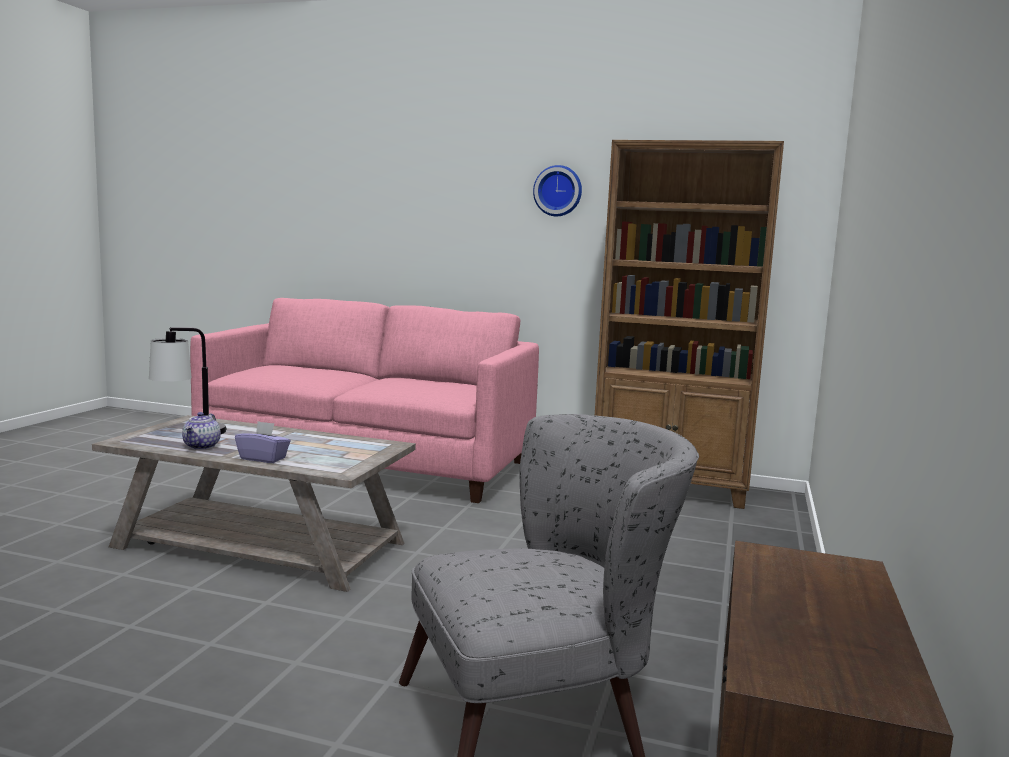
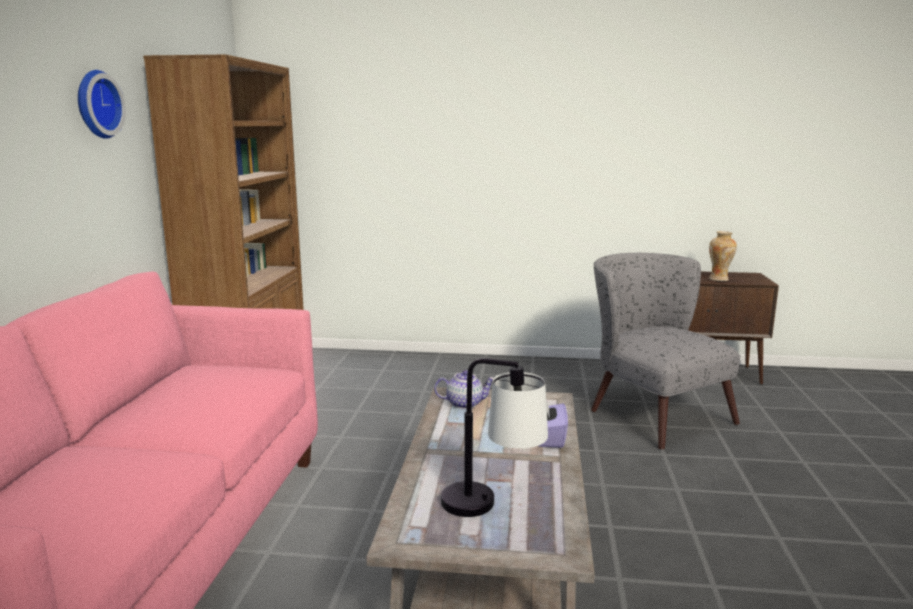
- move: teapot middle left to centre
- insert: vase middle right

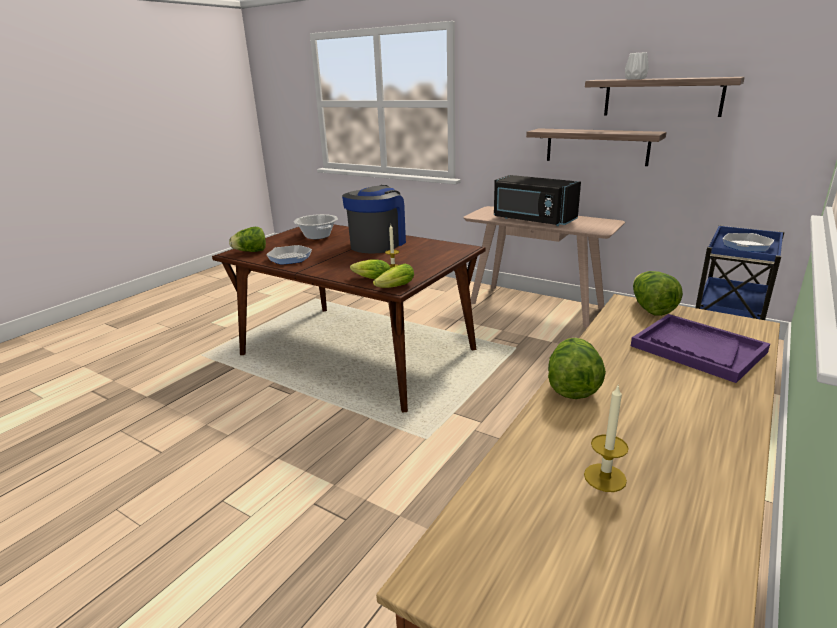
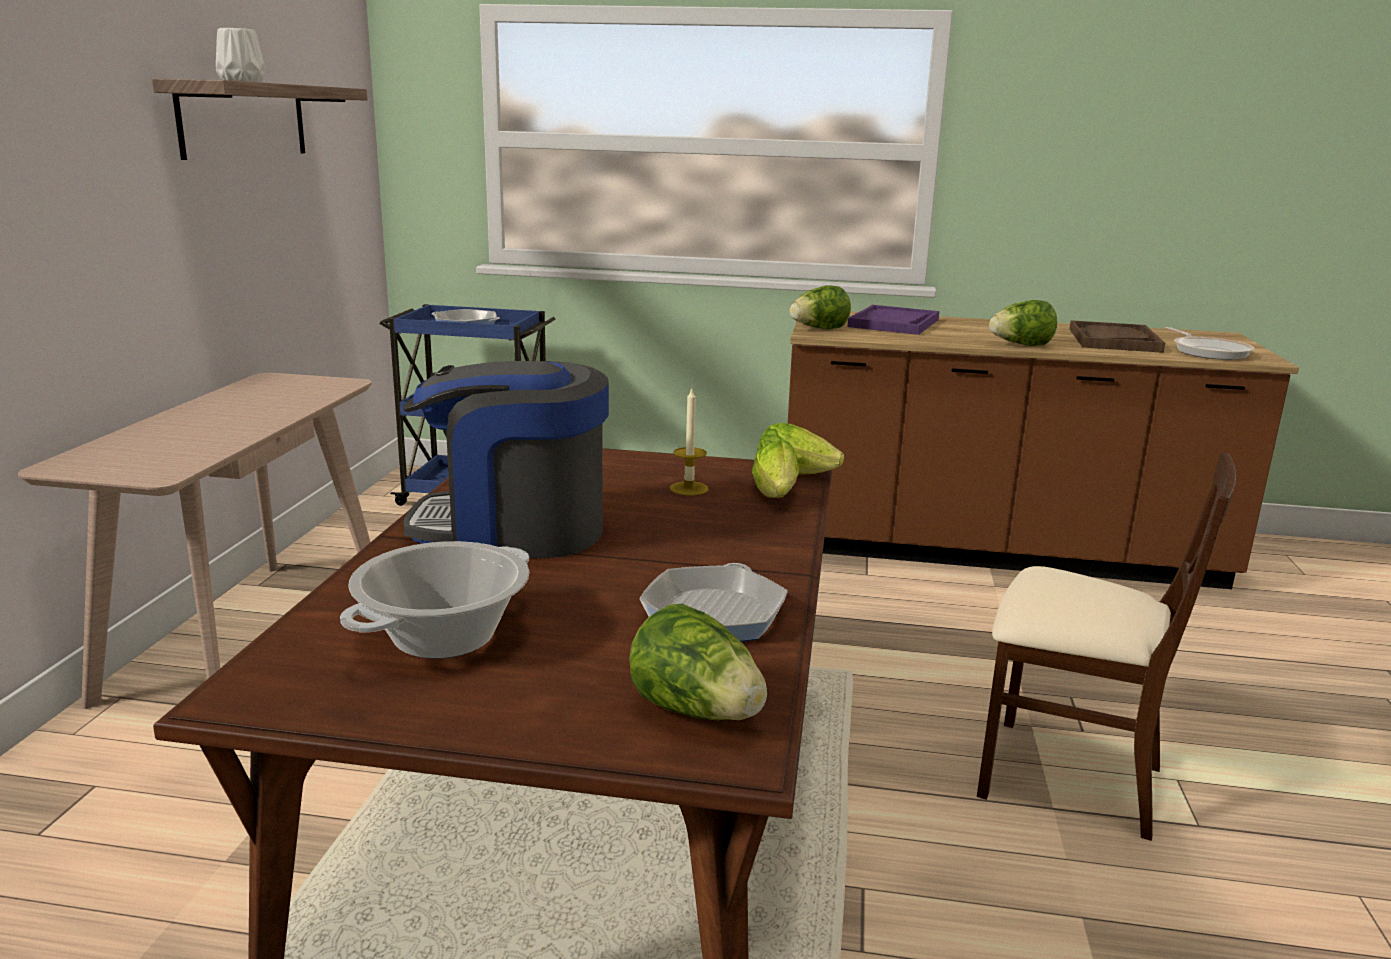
- delete: black microwave oven top centre
- delete: wall shelf (1st from left) top right
- replace: wax light (2nd from left) bottom right to brownish tray middle right
- insert: beige-coloured chair bottom right
- insert: pan (3rd from left) middle right

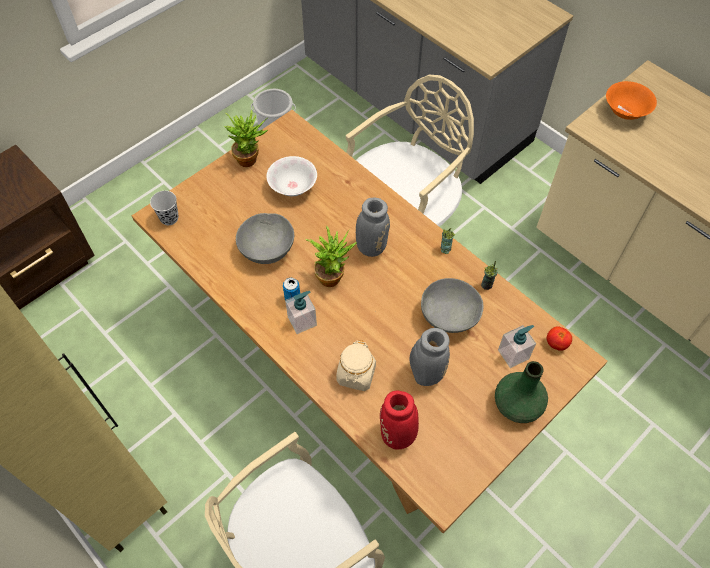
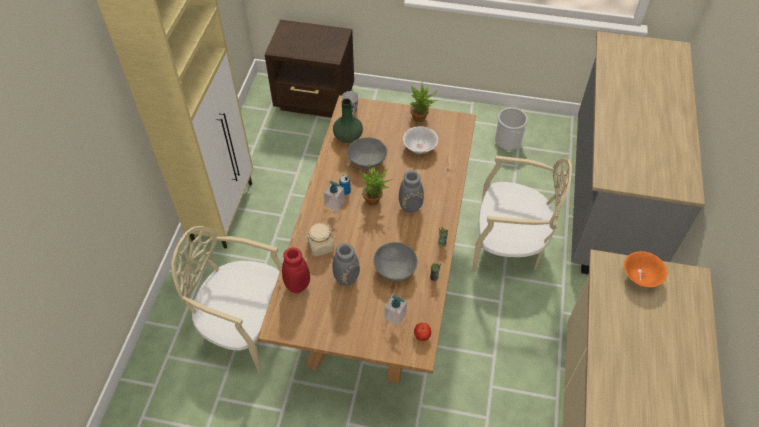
- move: green vase bottom right to top centre

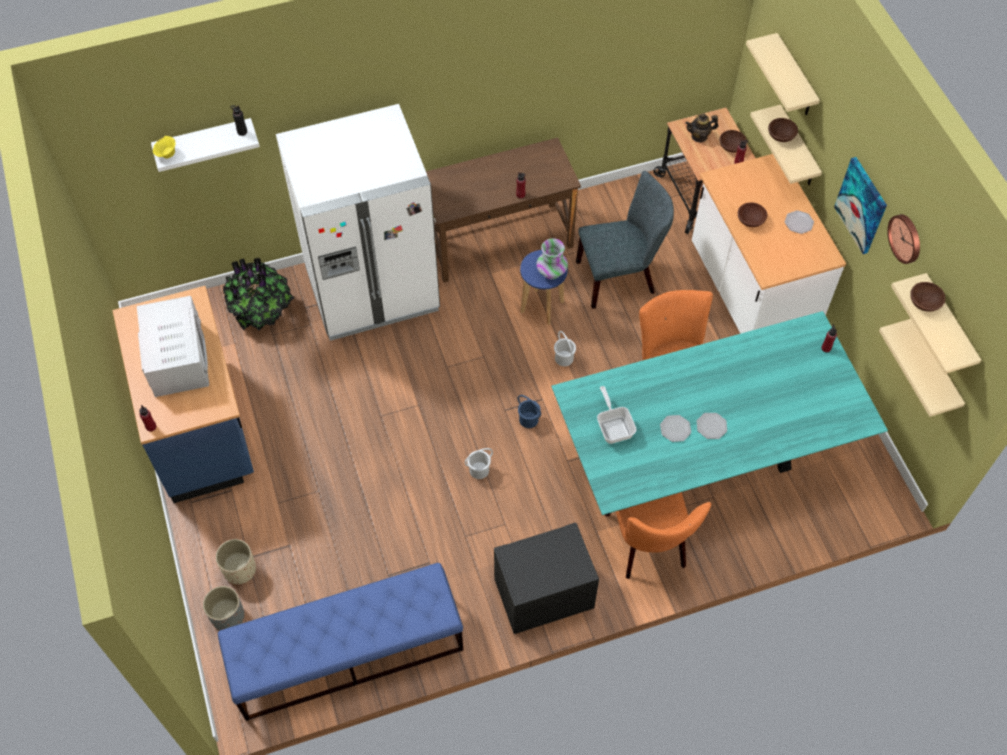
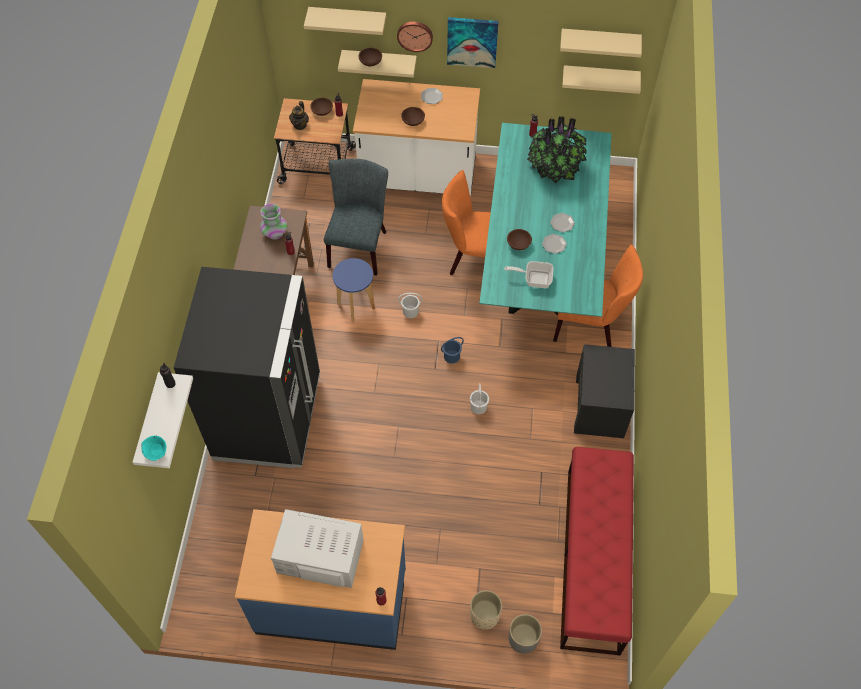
- recolor: yellow-coloured deep dish top left to turquoise-coloured deep dish middle left
- recolor: bluish indoor bench bottom centre to reddish indoor bench bottom right
- move: potted plant middle left to top centre
- recolor: white-coloured fridge top centre to black fridge middle left
- move: vase centre to top left
- move: wall clock top right to top centre
- move: brownish deep dish (4th from left) middle right to centre

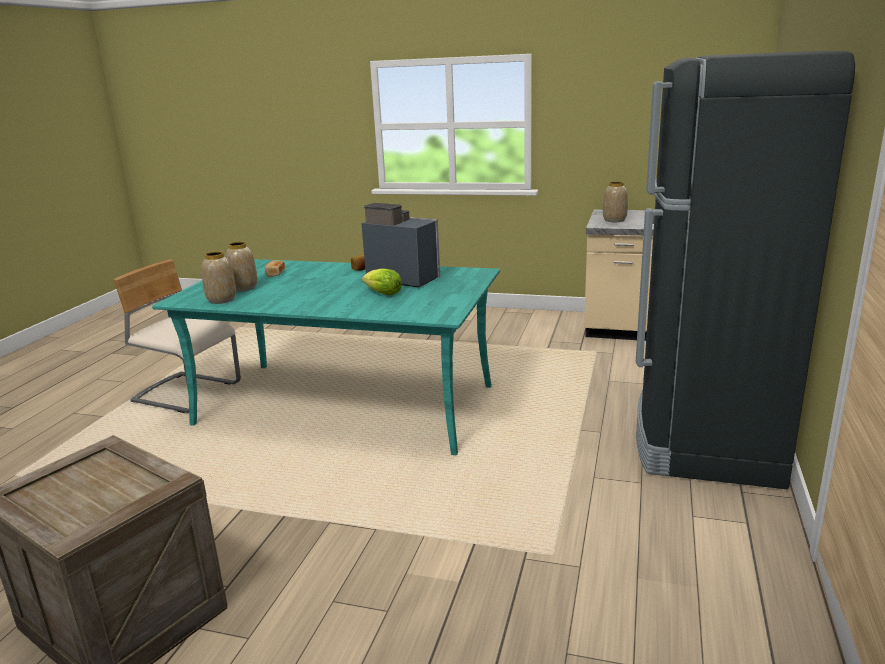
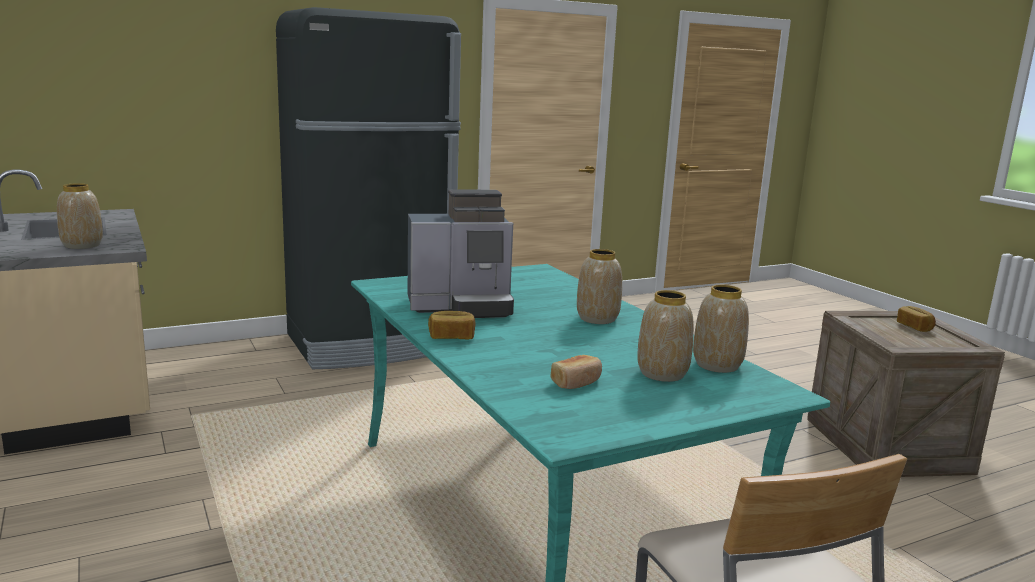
- rotate: coffee brewer centre = centre 90 degrees counterclockwise
- delete: lettuce head centre
- insert: vase (2nd from left) centre
- insert: bread (3rd from left) middle right

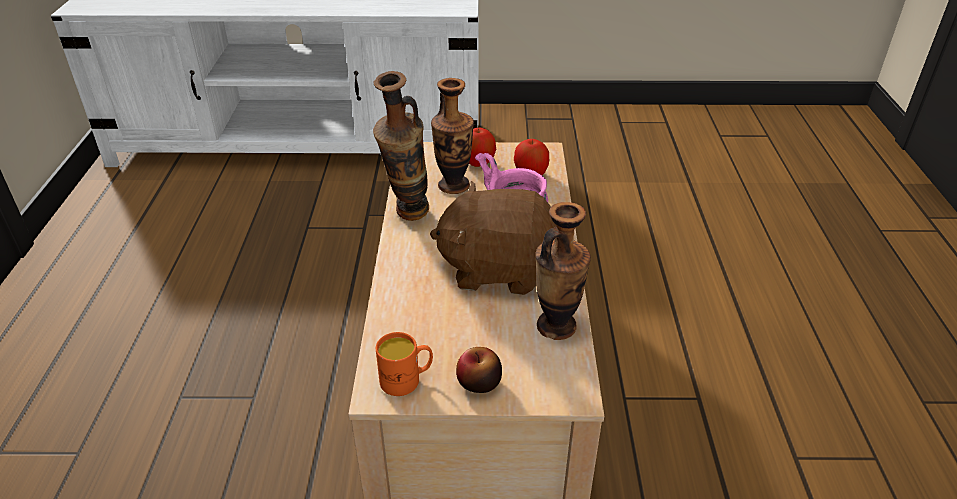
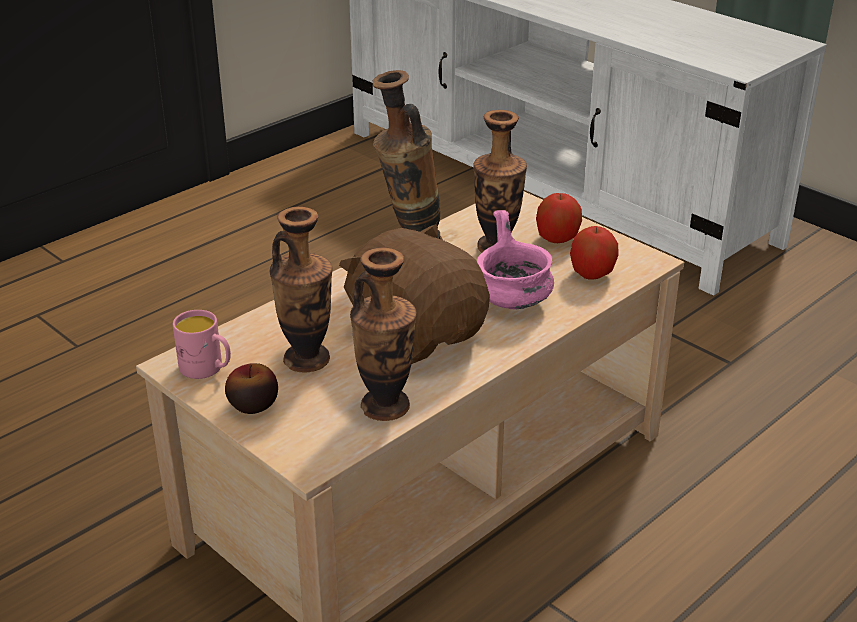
- recolor: orangey tea mug bottom centre to pinkish tea mug middle left
- insert: vase (1st from left) centre

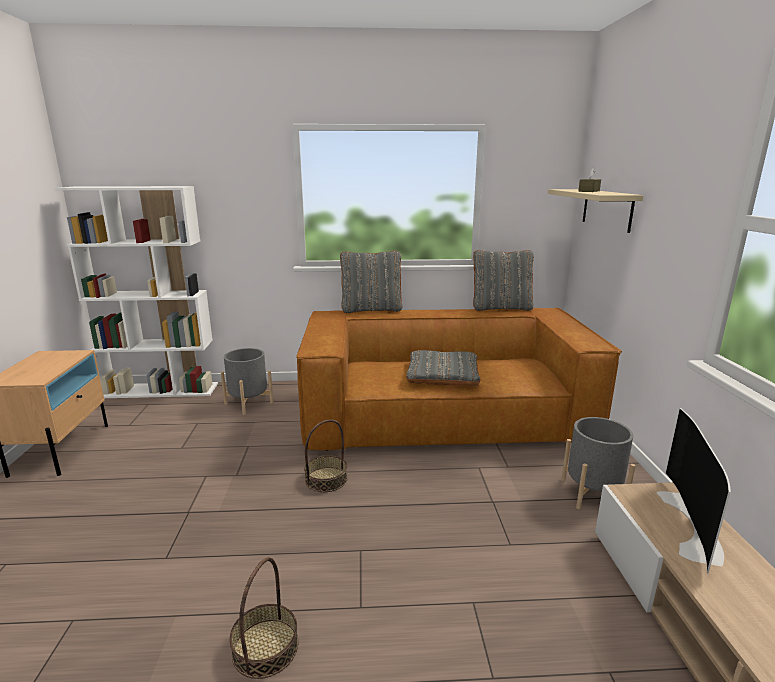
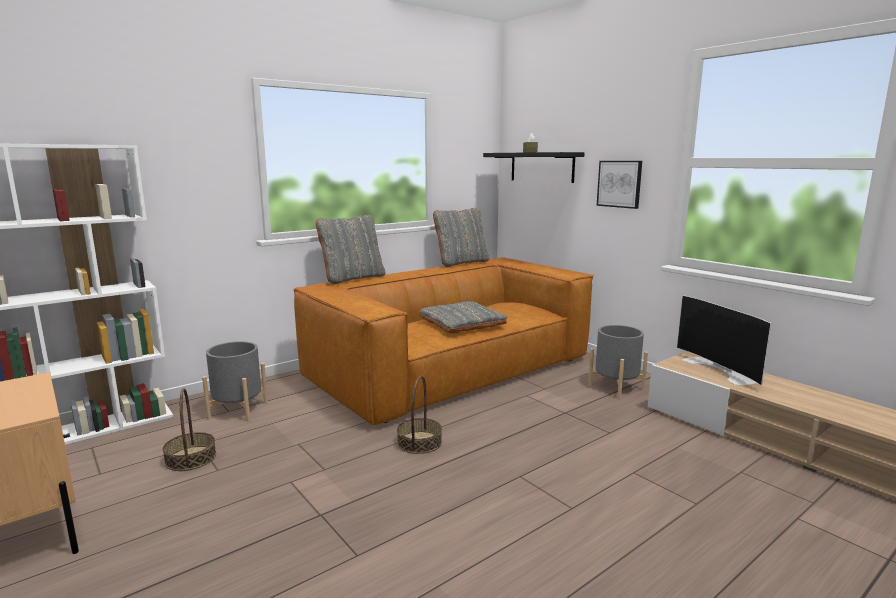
- move: basket (1st from left) bottom centre to bottom left
- recolor: beige-coloured wall shelf top right to black wall shelf top centre
- insert: wall picture top right

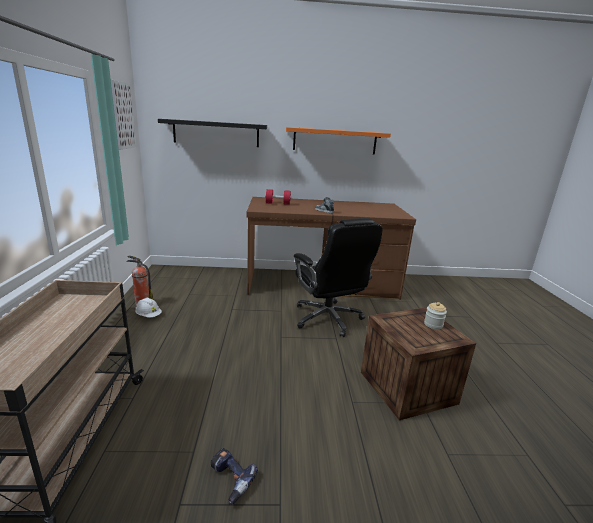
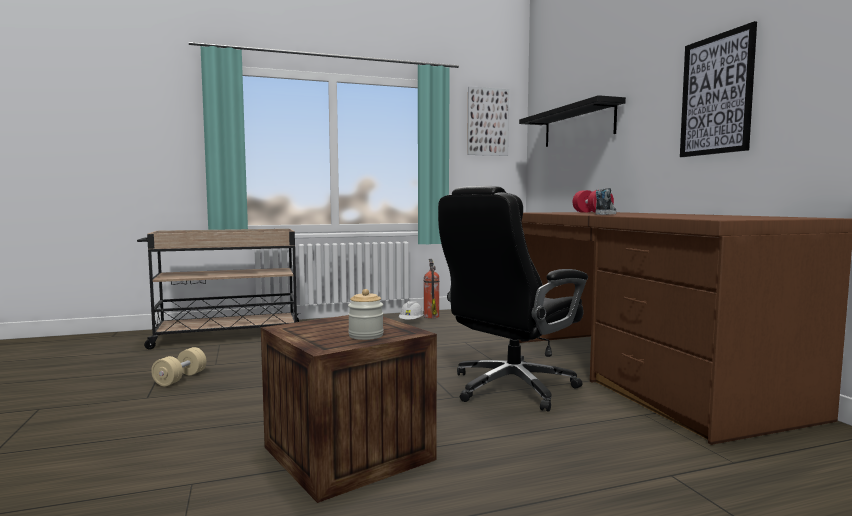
- replace: electric drill bottom centre to beige-coloured dumbbell bottom left
- replace: orangey wall shelf top centre to wall picture (2nd from left) top right

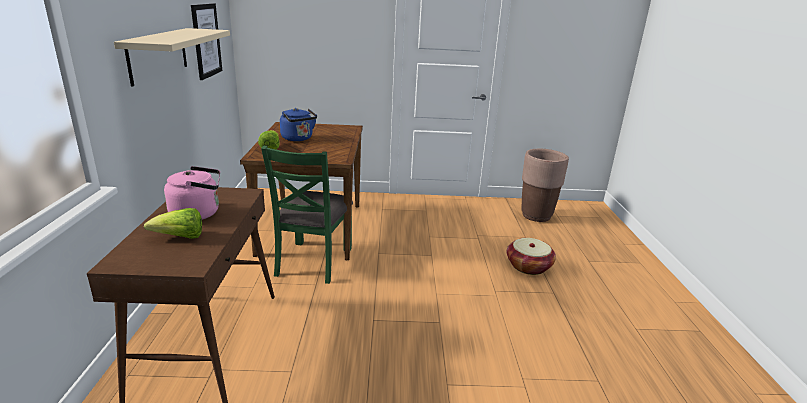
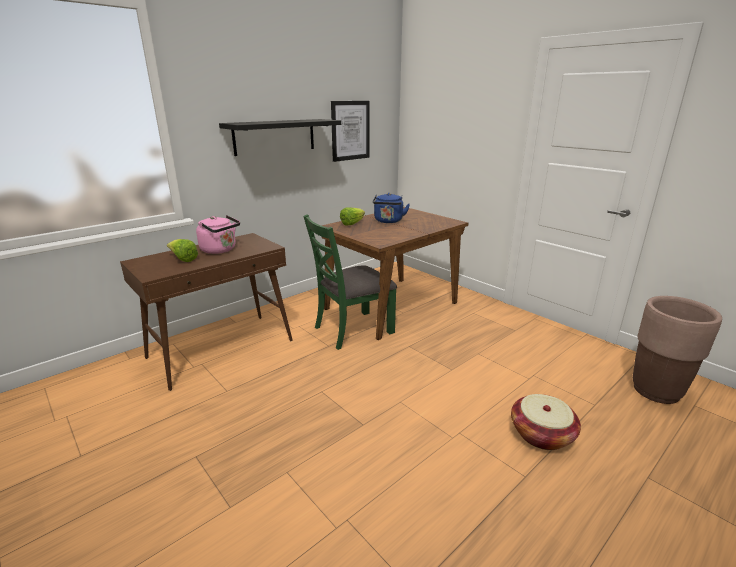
- recolor: beige-coloured wall shelf top left to black wall shelf top centre

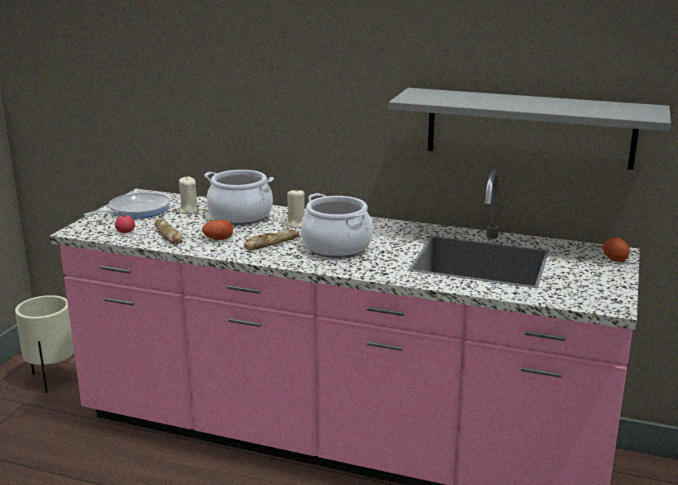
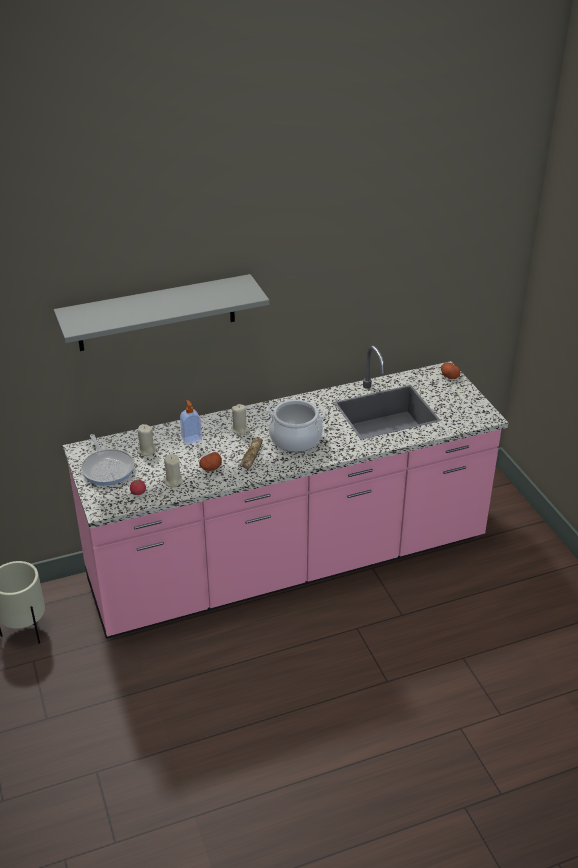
- rotate: pan middle left = middle left 150 degrees clockwise
- replace: bread (1st from left) middle left to beige-coloured wax light (2nd from left) middle left
- replace: saucepot (1st from left) centre to liquid soap bottle middle left
- move: grey wall shelf top right to middle left

